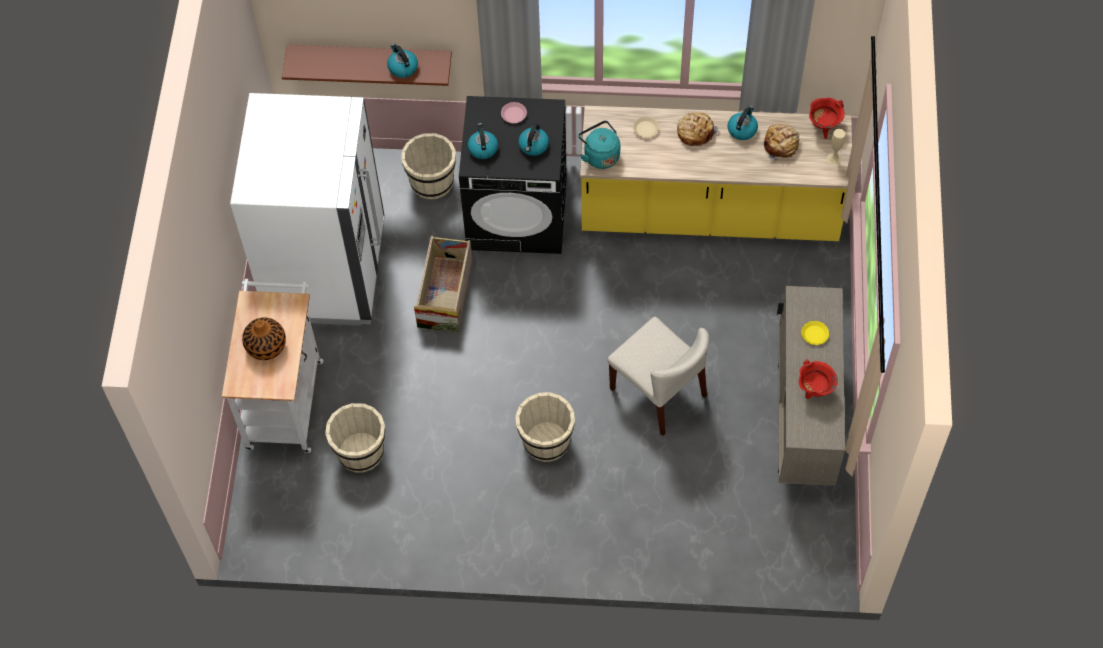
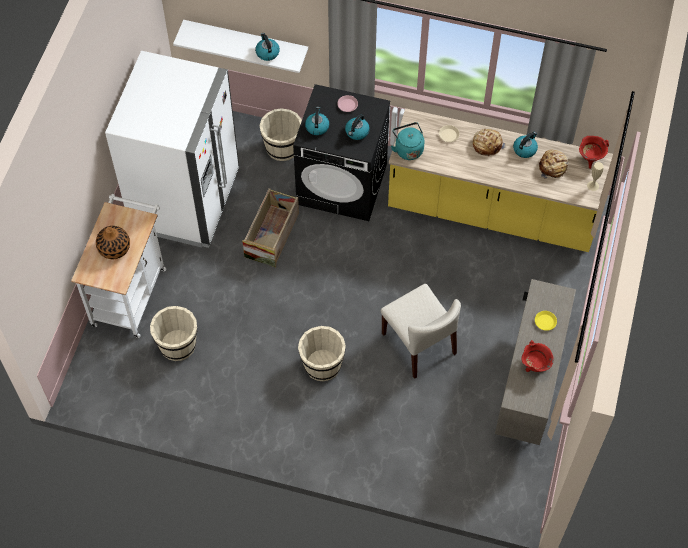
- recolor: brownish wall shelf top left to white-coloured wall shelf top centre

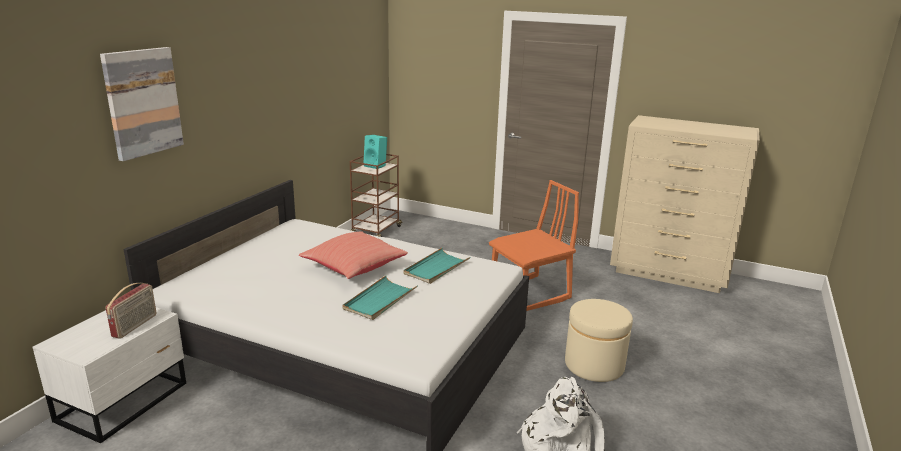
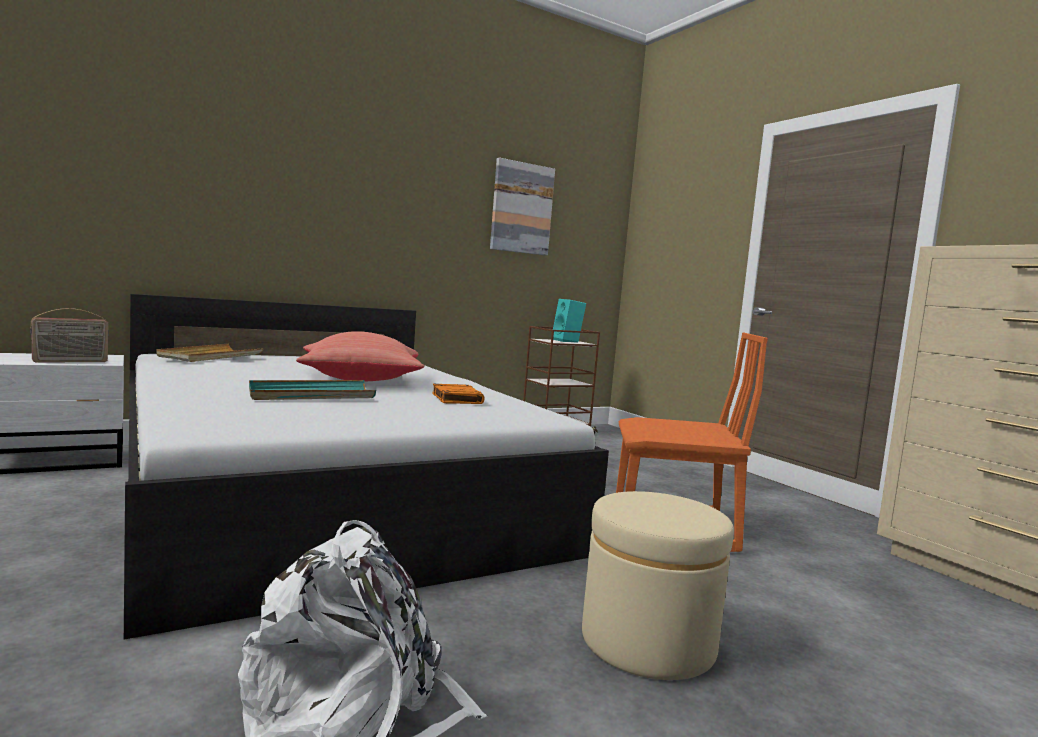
- move: wall picture top left to top centre
- replace: turquoise-coloured tray (2nd from left) centre to orangey volume centre
- insert: beige-coloured tray middle left

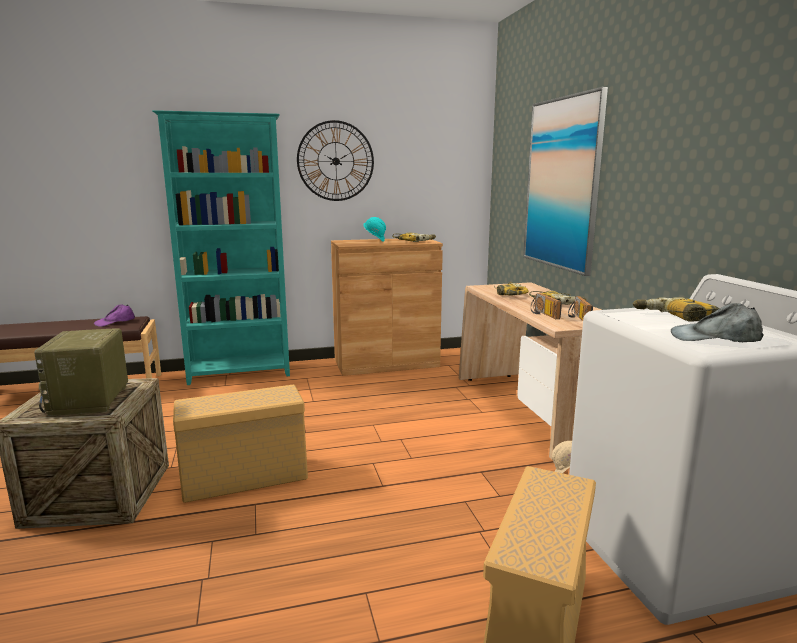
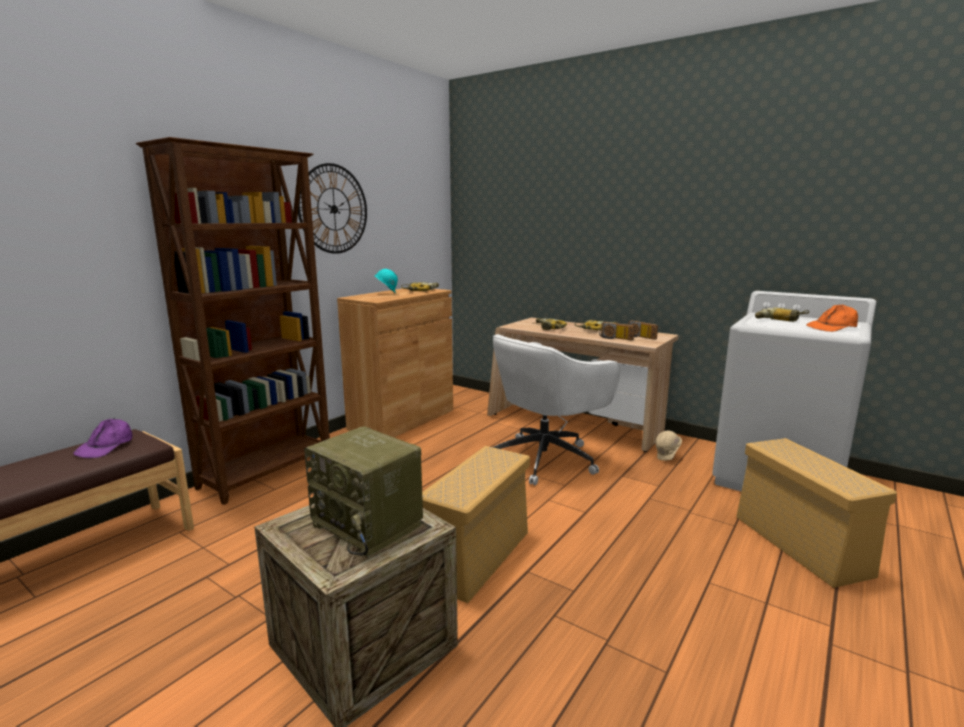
- recolor: turquoise-coloured bookshelf middle left to brownish bookshelf middle left
- delete: wall picture top right
- recolor: grey cap middle right to orangey cap middle right
- insert: white-coloured office chair centre

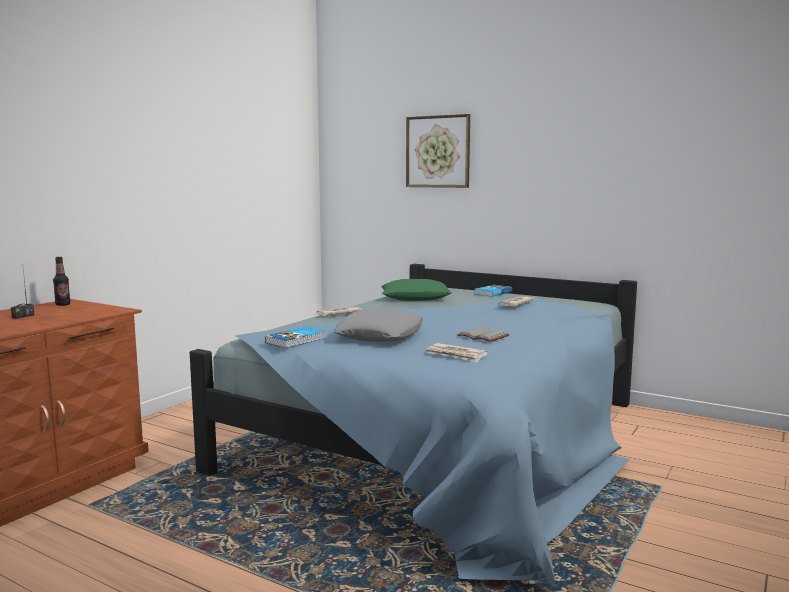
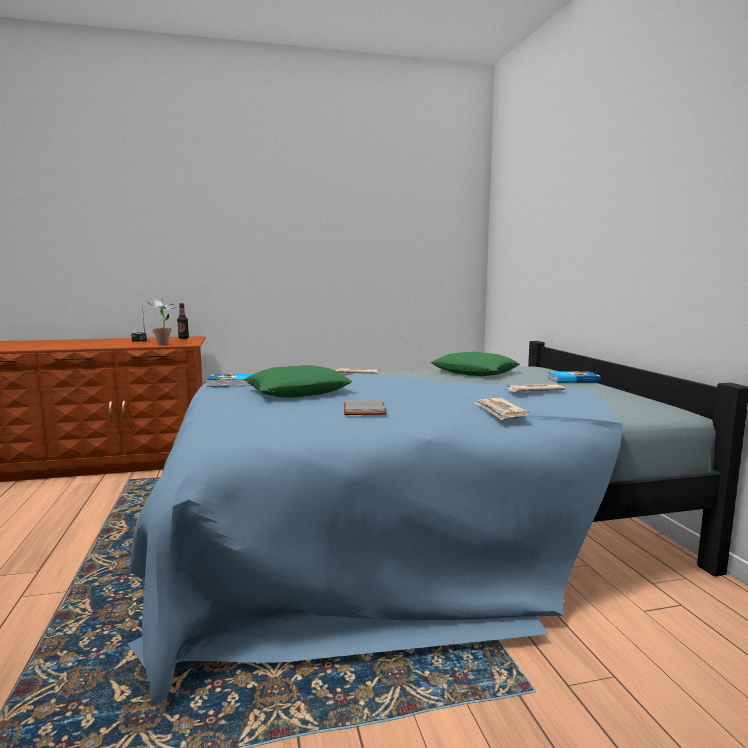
- recolor: grey cushion centre to green cushion (1st from left) centre
- delete: wall picture top centre
- move: printed paper (2nd from left) centre to middle right
- insert: potted plant middle left

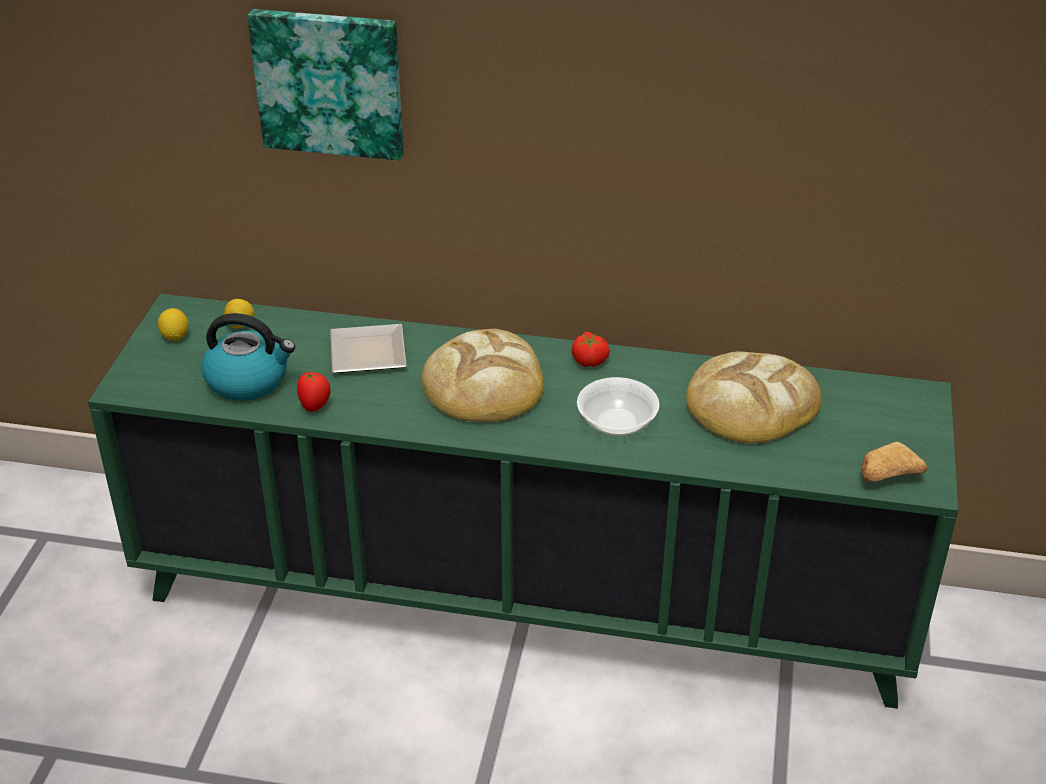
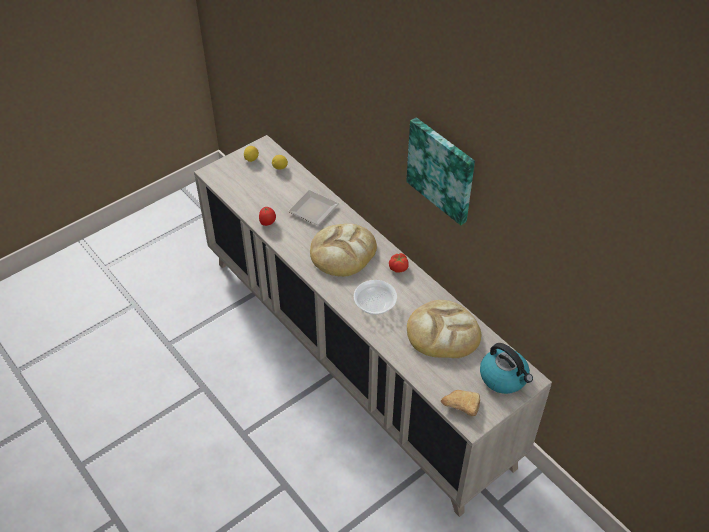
- recolor: green storage cabinet centre to beige-coloured storage cabinet centre
- move: tea kettle middle left to bottom right
- move: wall picture top left to top centre

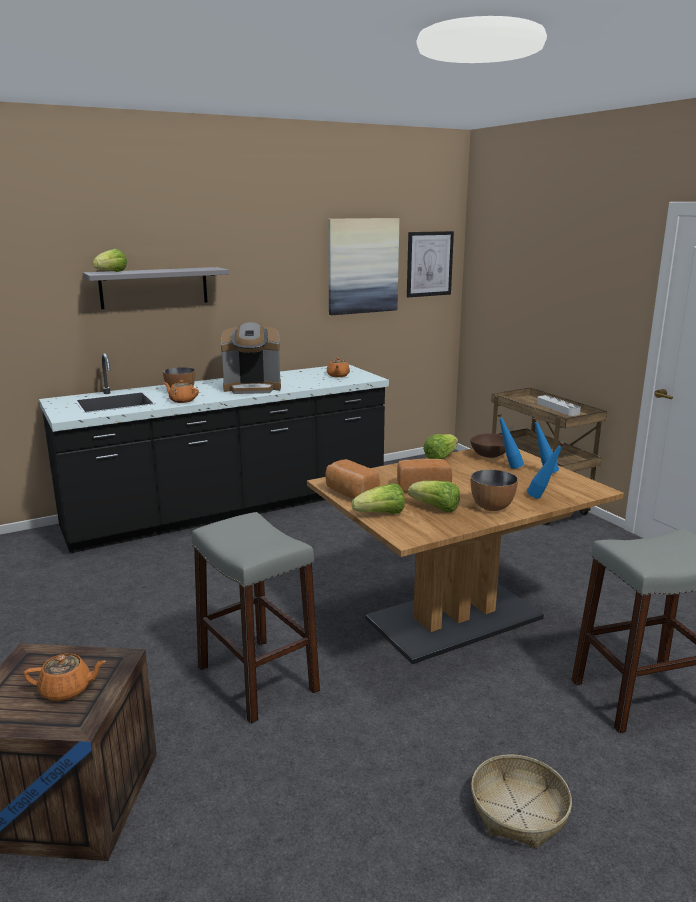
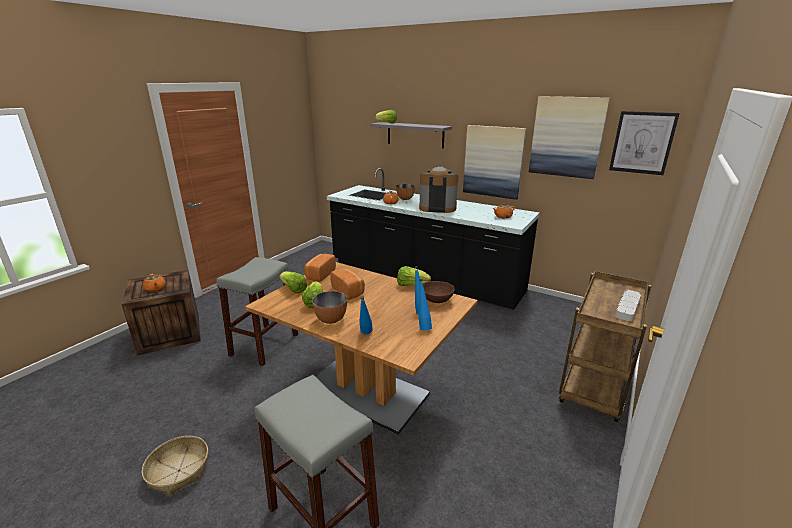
- rotate: coffee brewer centre = centre 135 degrees clockwise
- insert: wall picture (1st from left) top centre

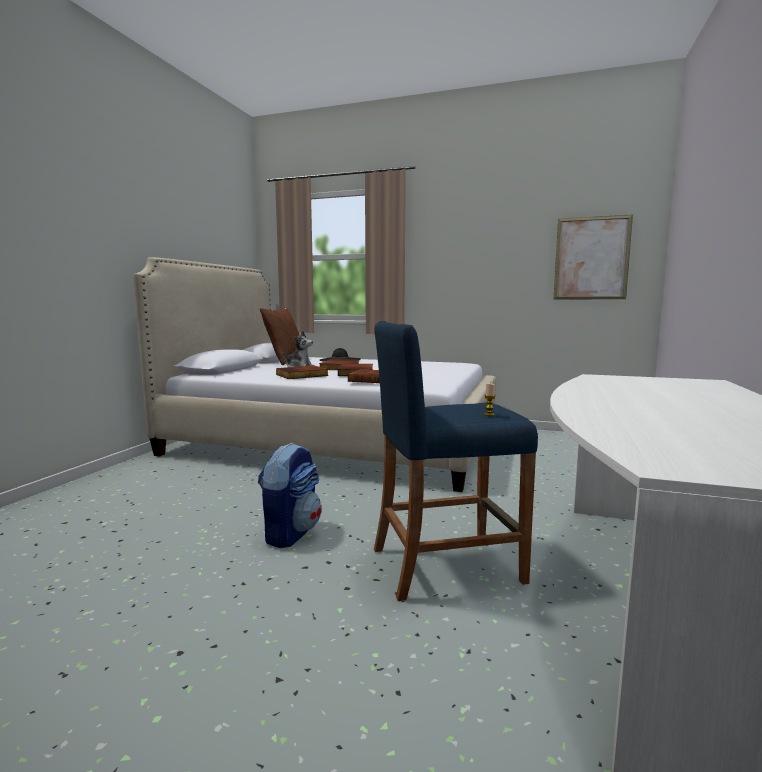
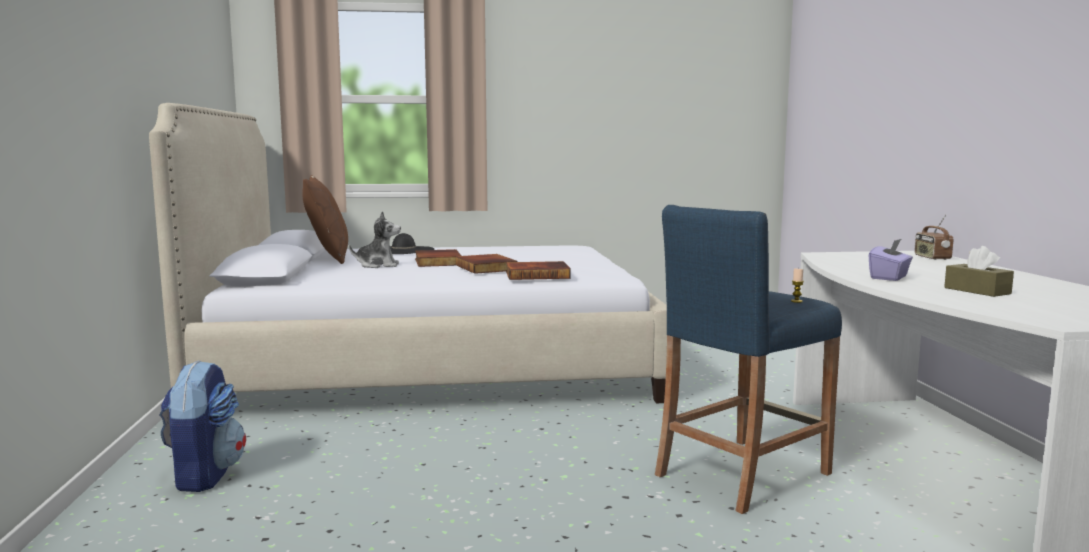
- move: rucksack centre to bottom left
- delete: volume (1st from left) centre
- delete: wall picture top right
- insert: purple-coloured tissue box middle right
- insert: radio receiver middle right
- insert: brownish tissue box middle right

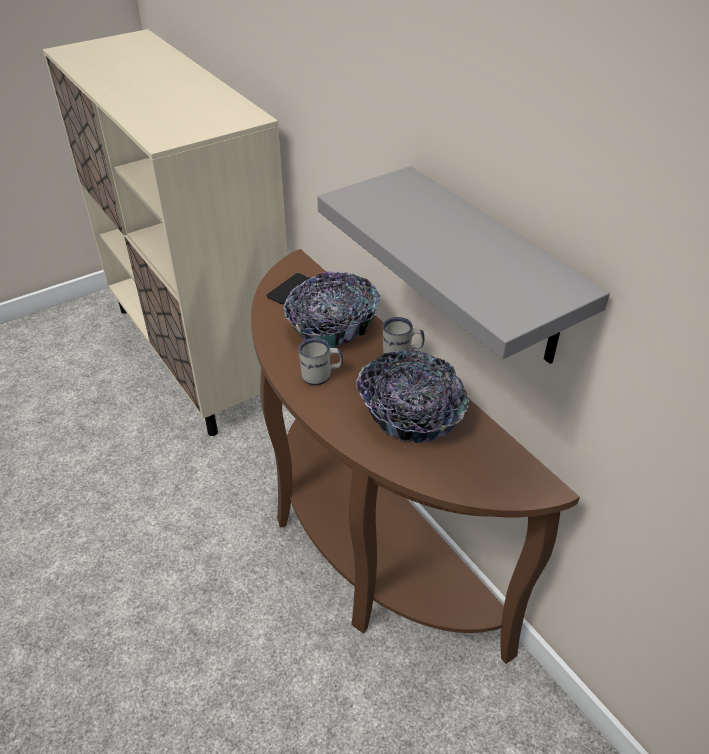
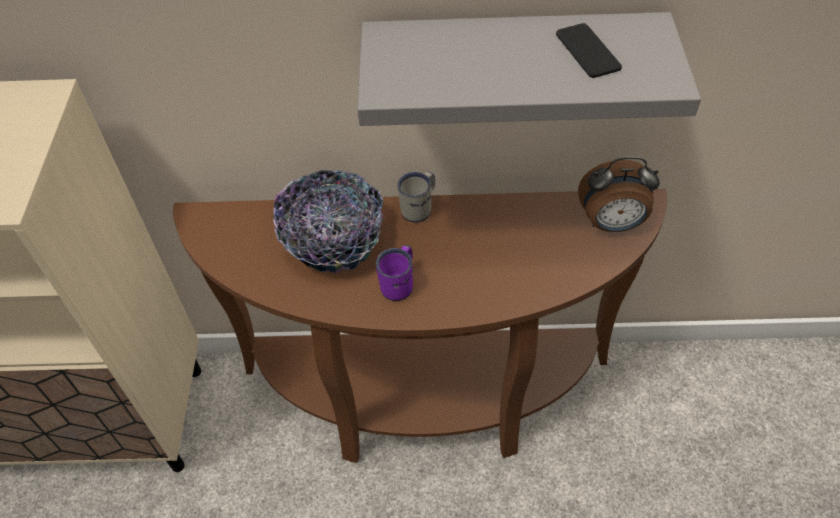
- move: telephone centre to top right
- recolor: white-coloured tea mug (1st from left) centre to purple-coloured tea mug centre
- delete: deep dish (2nd from left) centre
- insert: bedside clock middle right

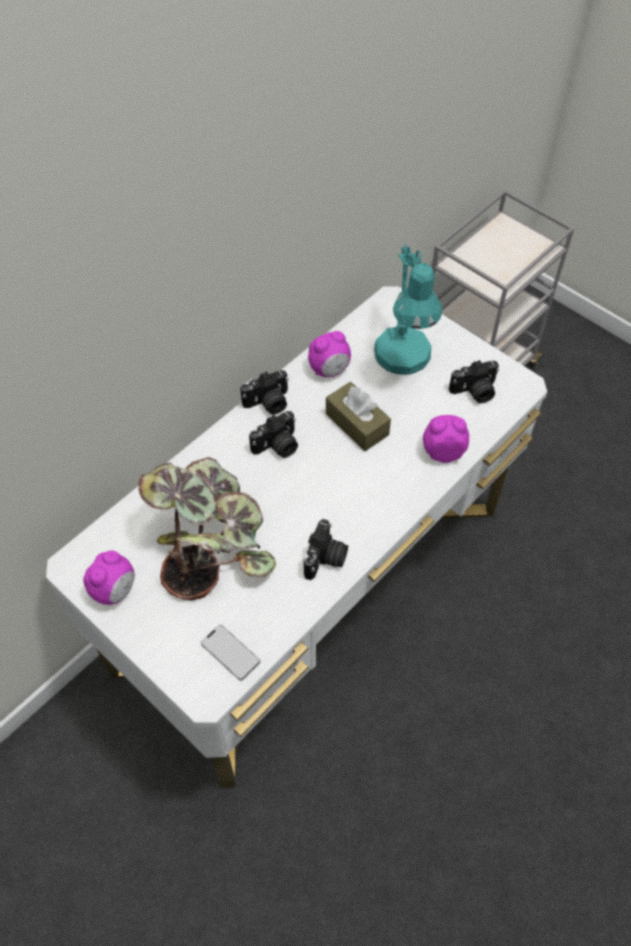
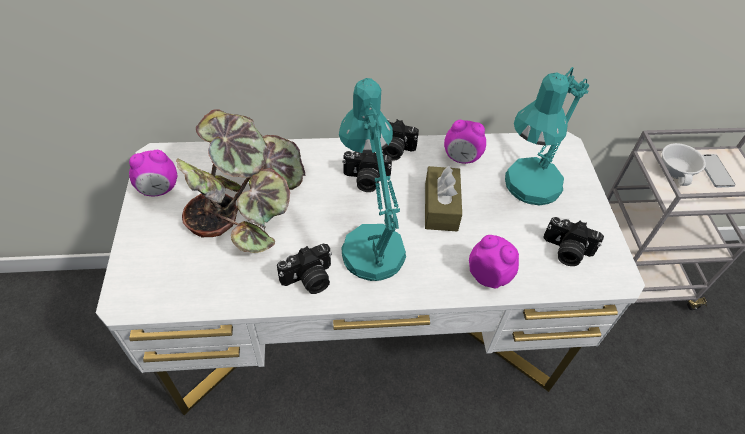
- move: telephone bottom centre to middle right
- insert: turquoise-coloured table lamp (1st from left) centre
- insert: white-coloured drinking cup middle right

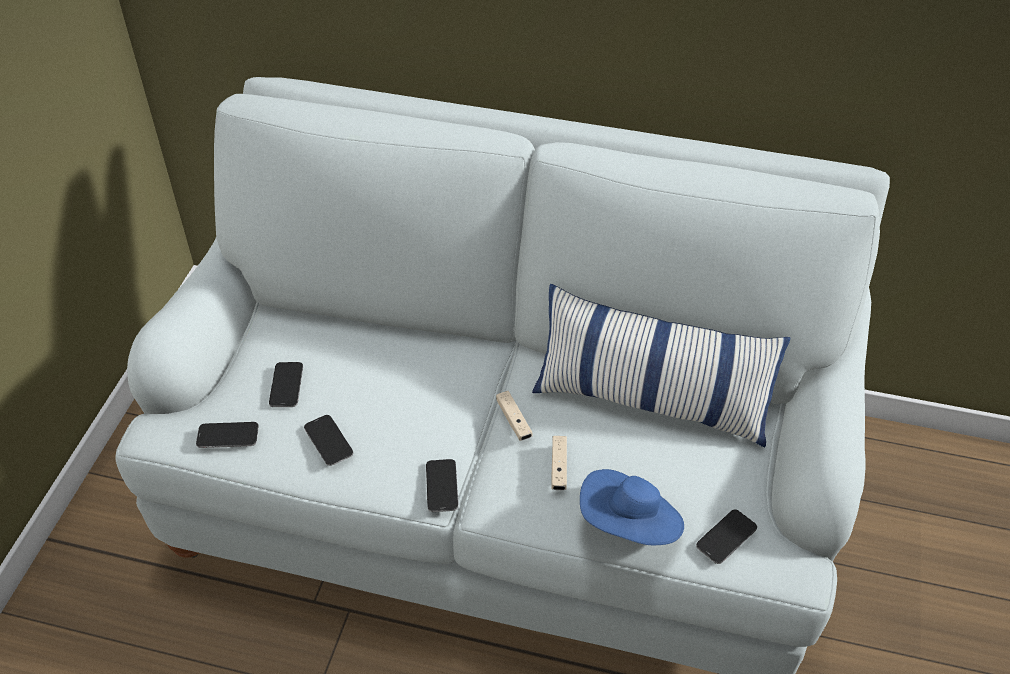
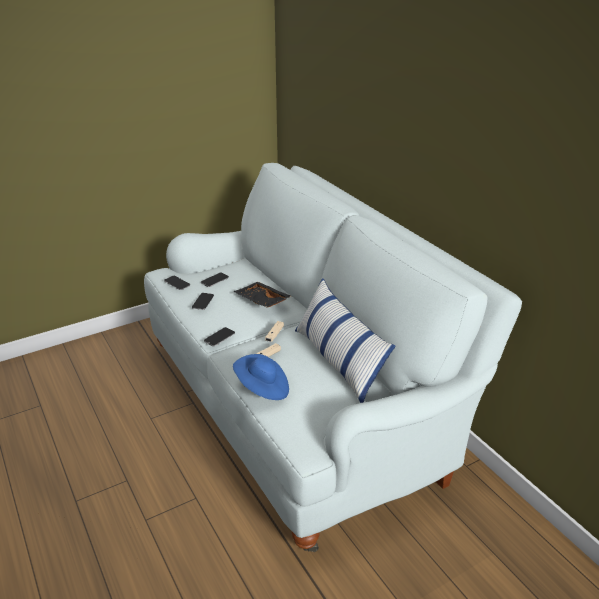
- delete: telephone (5th from left) bottom right
- insert: black tray centre

